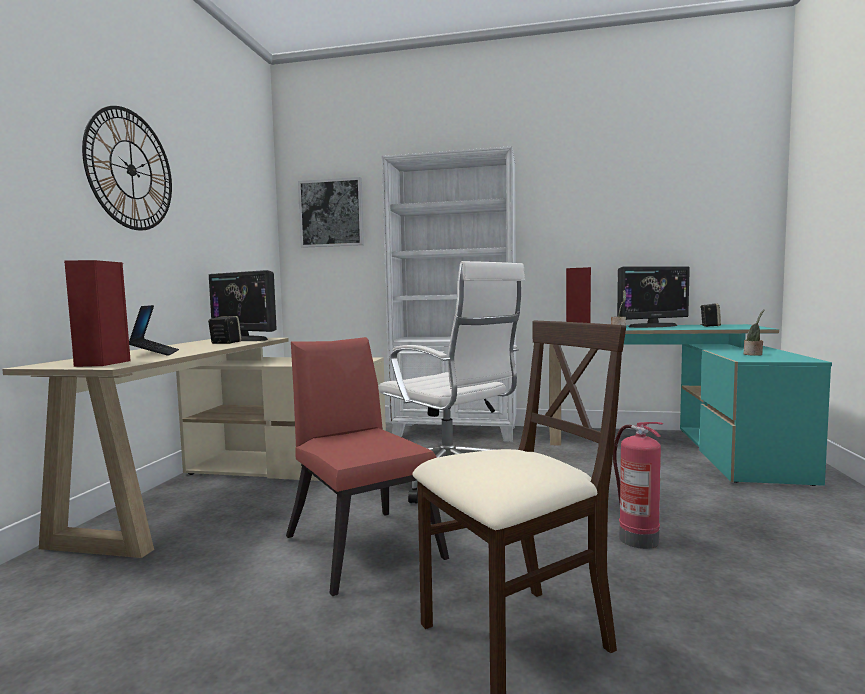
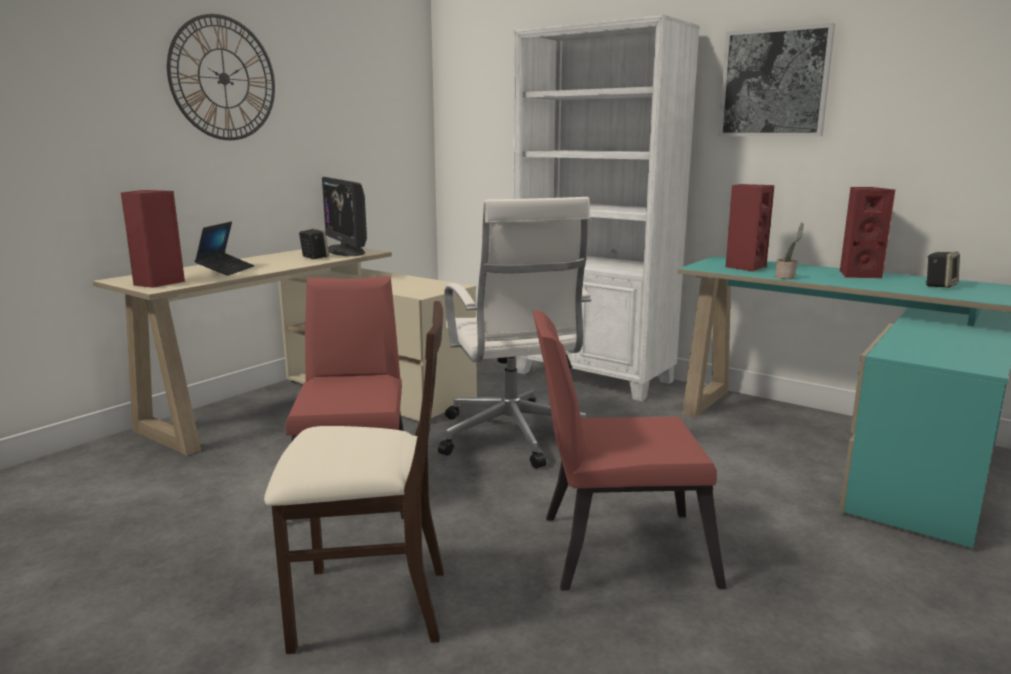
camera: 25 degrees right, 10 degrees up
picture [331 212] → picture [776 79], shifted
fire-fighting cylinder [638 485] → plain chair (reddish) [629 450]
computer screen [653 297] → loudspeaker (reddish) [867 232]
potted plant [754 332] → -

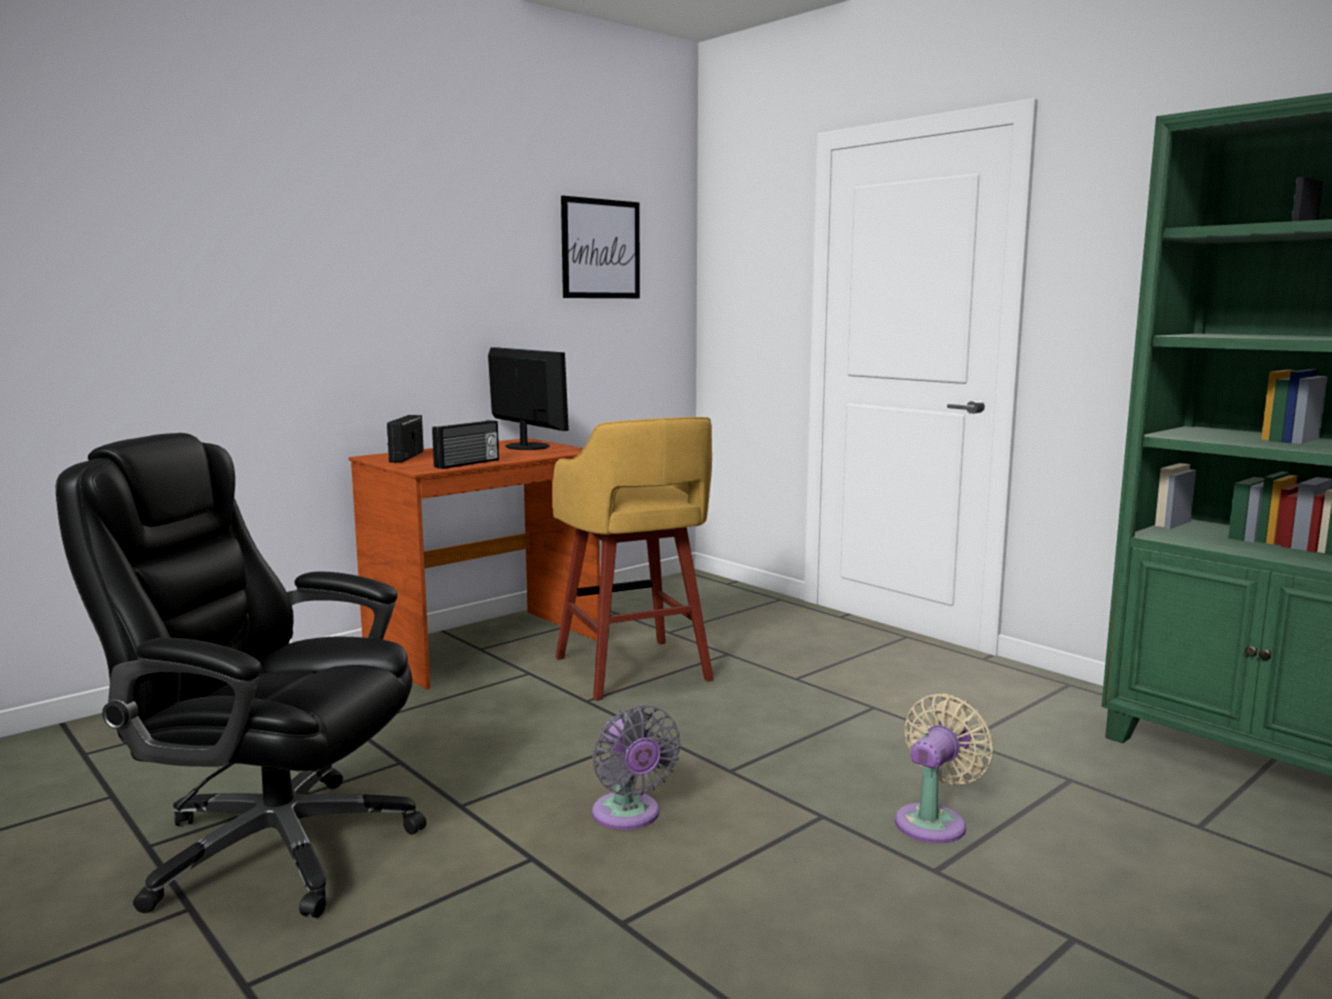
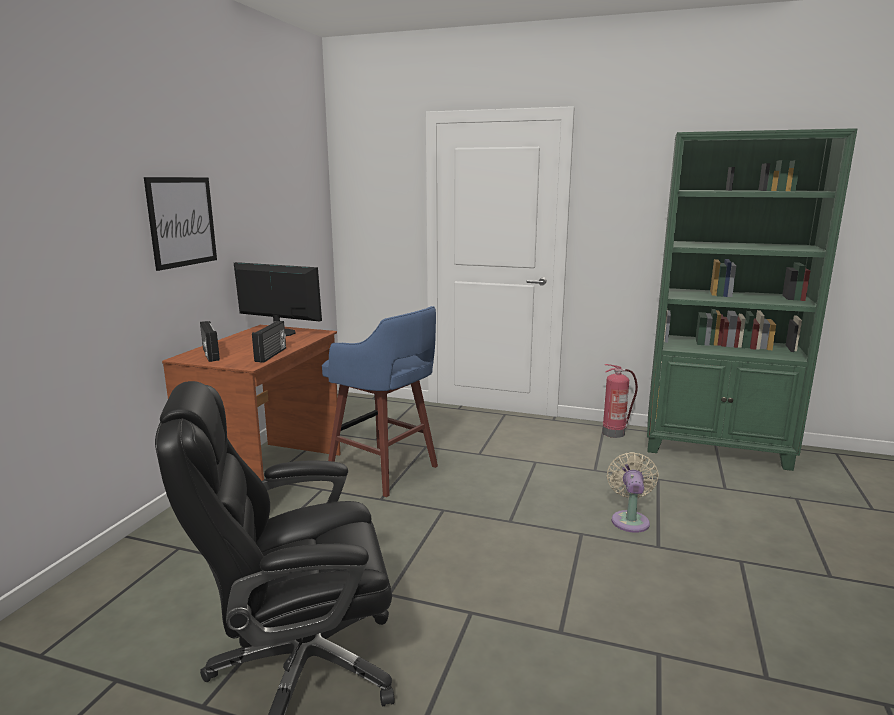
camera: 30 degrees left, 5 degrees up
sitting stool (yellow) [633 559] → sitting stool (blue) [380 401]
picture [600 247] → picture [180 224], shifted
electric fan (gray) [636 767] → -
- → fire-fighting cylinder [620 401]

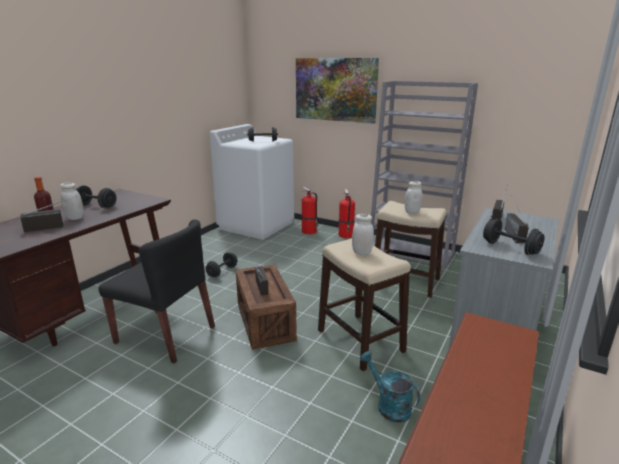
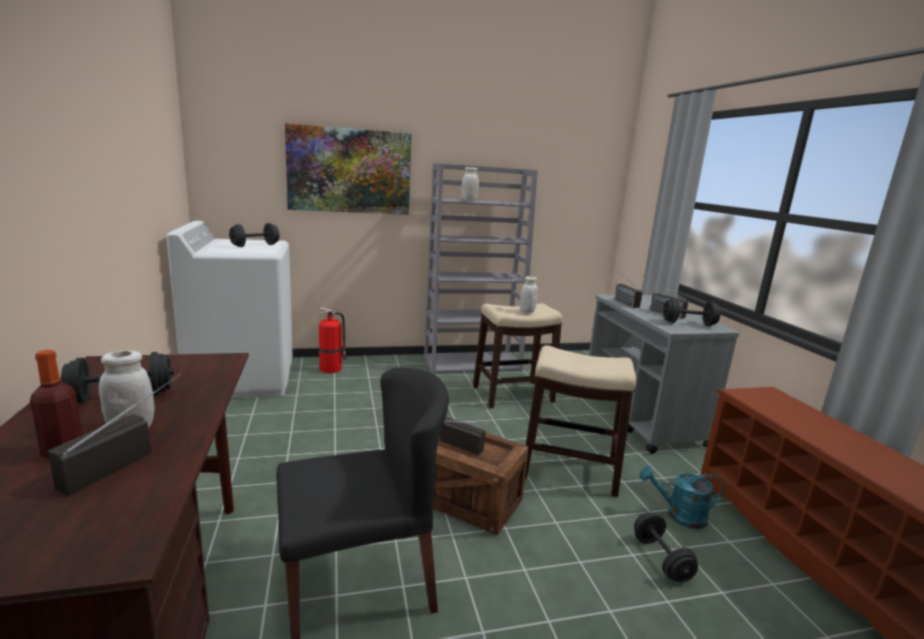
camera: 45 degrees left, 5 degrees down
dumbbell (black) [222 264] → dumbbell (black) [666 547], shifted
fire-fighting cylinder [347 213] → -
preserve jar (white) [363 234] → preserve jar (white) [470 184], shifted

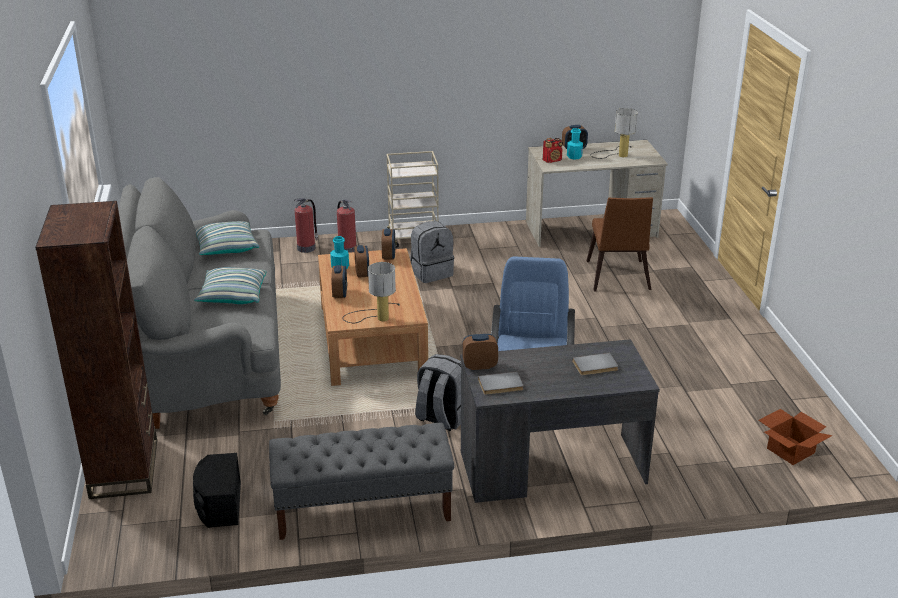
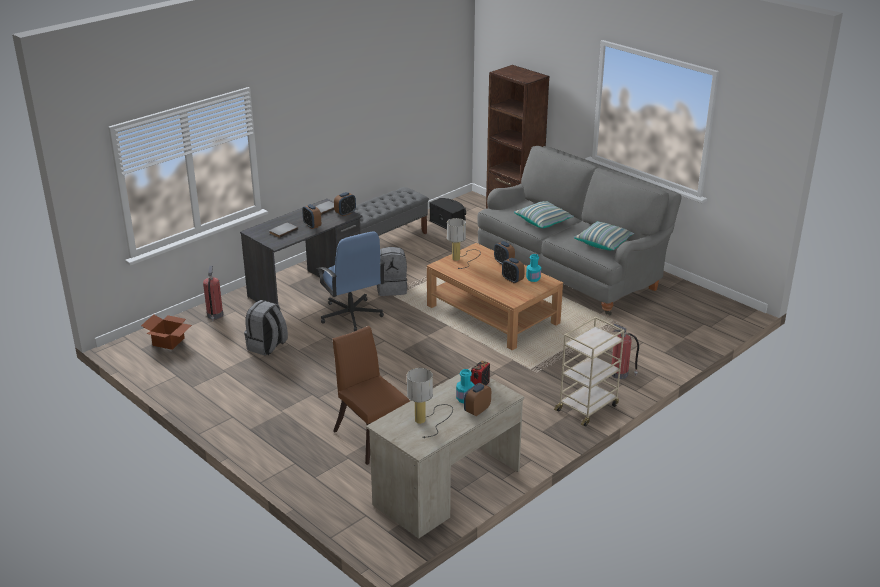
camera: 145 degrees right, 0 degrees up
fire-fighting cylinder [306 225] → fire-fighting cylinder [213 293], shifted
alarm clock [388 244] → alarm clock [311 216], shifted
knapsack (gray) [432 252] → knapsack (gray) [266 328], shifted

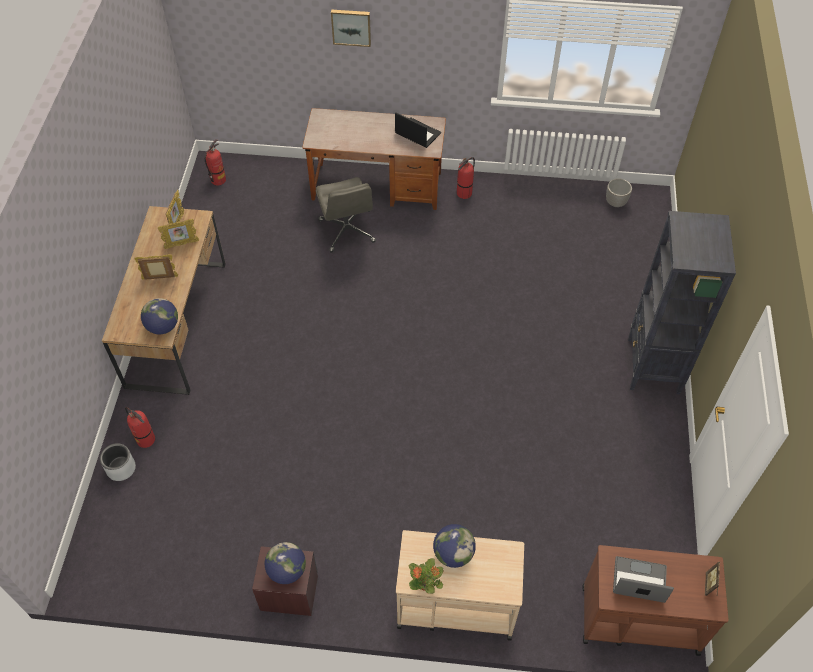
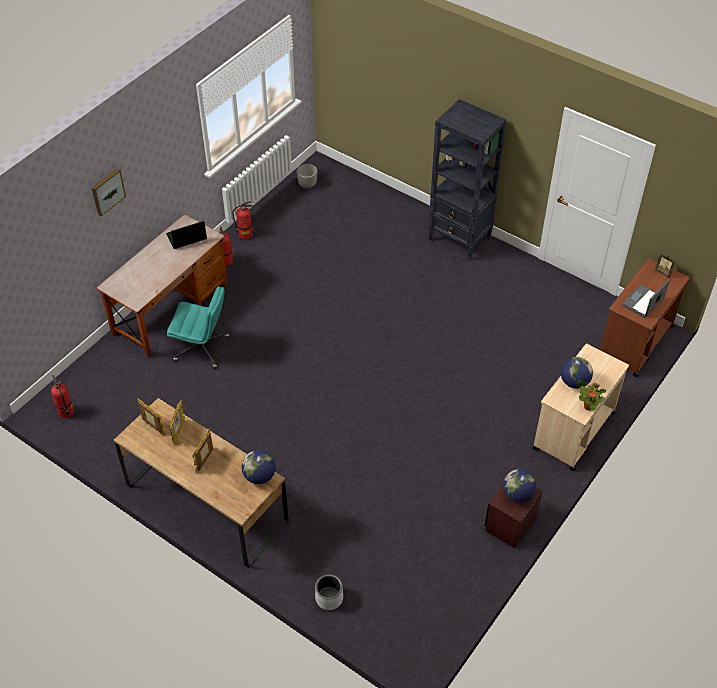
camera: 60 degrees left, 5 degrees down
fire-fighting cylinder [140 427] → fire-fighting cylinder [242 220], shifted
office chair (gray) [346 215] → office chair (blue-green) [198 327]

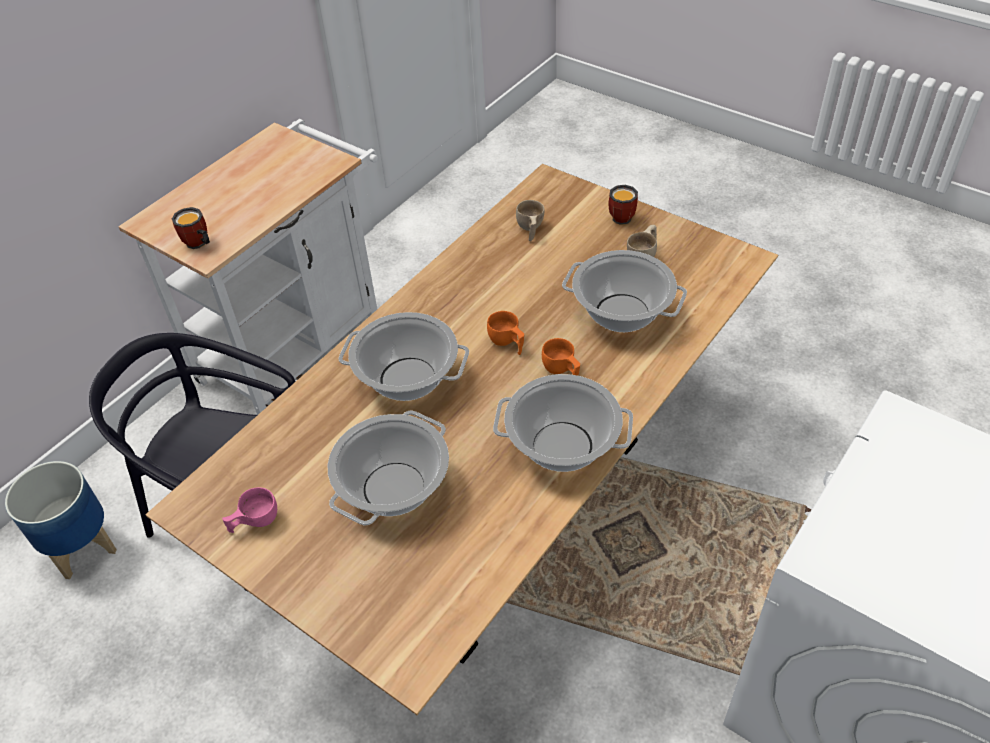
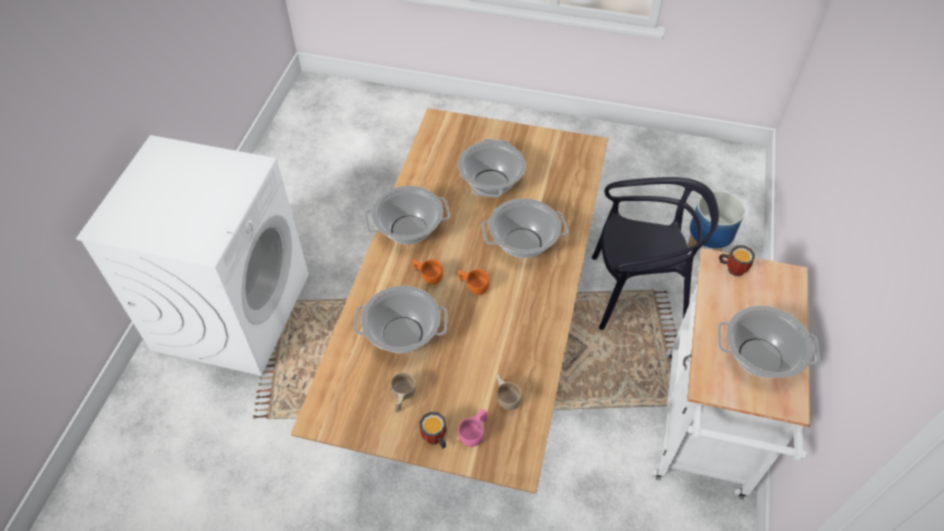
camera: 155 degrees right, 5 degrees up
small cup (pinkish) [249 510] → small cup (pinkish) [473 428], shifted
- → cooking pot [769 341]

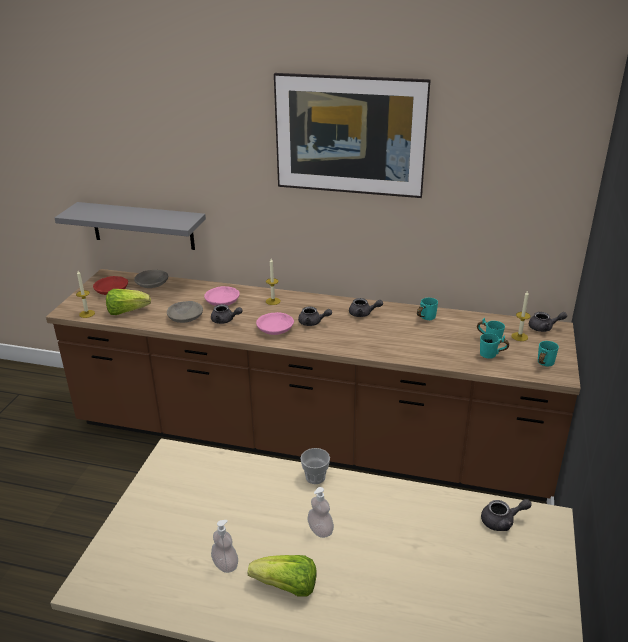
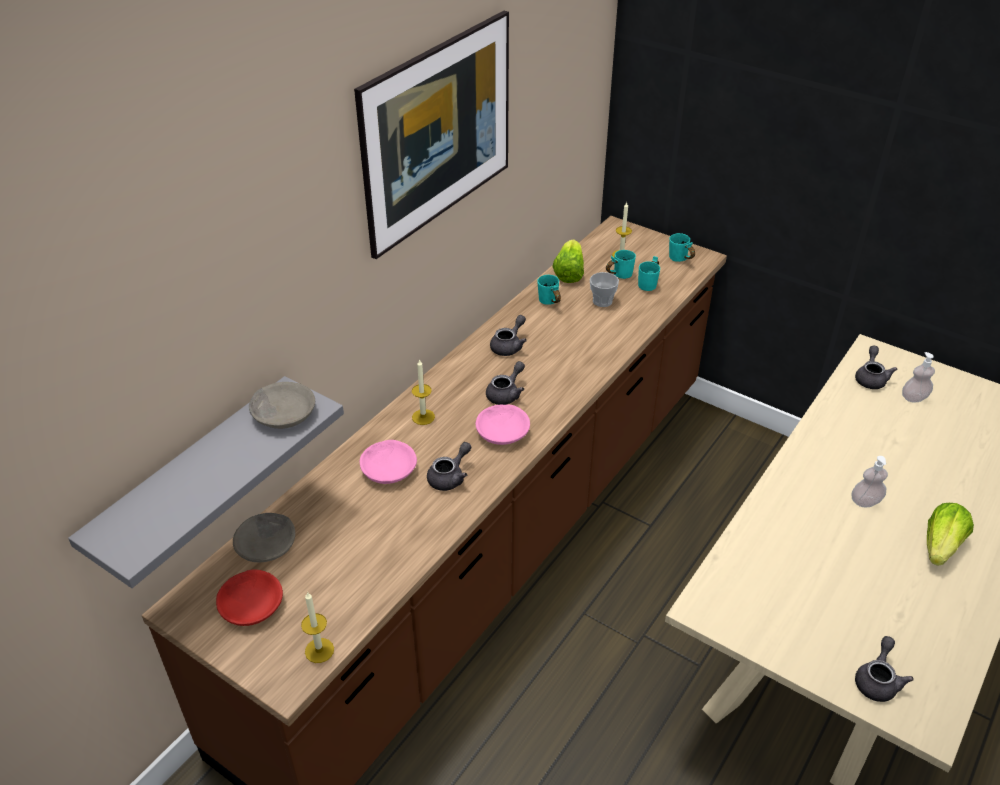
camera: 70 degrees left, 10 degrees up
lettuce [128 302] → lettuce [568 261], shifted
bowl (gray) [185 312] → bowl (gray) [282 405], shifted
soap bottle [224 546] → soap bottle [918 377], shifted
small cup [315 466] → small cup [604 289], shifted
teapot (gray) [548 322] → teapot (gray) [884 669], shifted

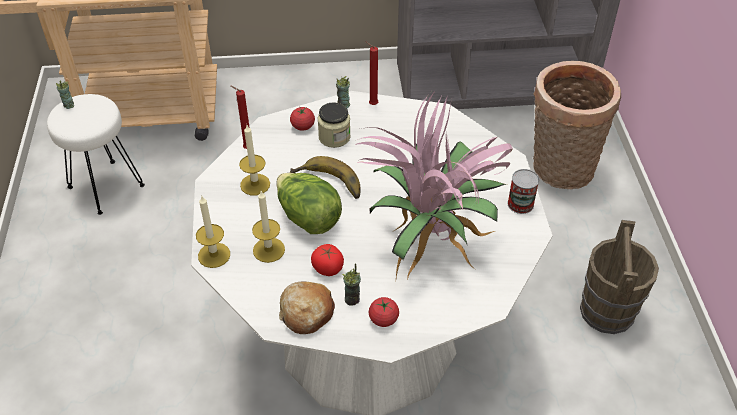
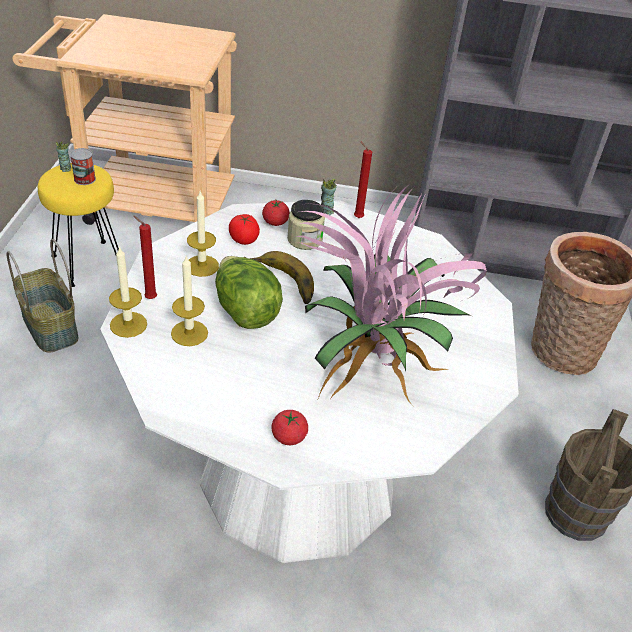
camera: 10 degrees right, 5 degrees down
sitting stool (white) [96 154] → sitting stool (yellow) [78 225]
wax light (reddish) [240 117] → wax light (reddish) [145 257], shifted
bread [307 308] → -
whole tomato [327 260] → whole tomato [244 229], shifted
small cup [351 284] → -
metal can [523 191] → metal can [83 166], shifted
- → storage basket [43 295]

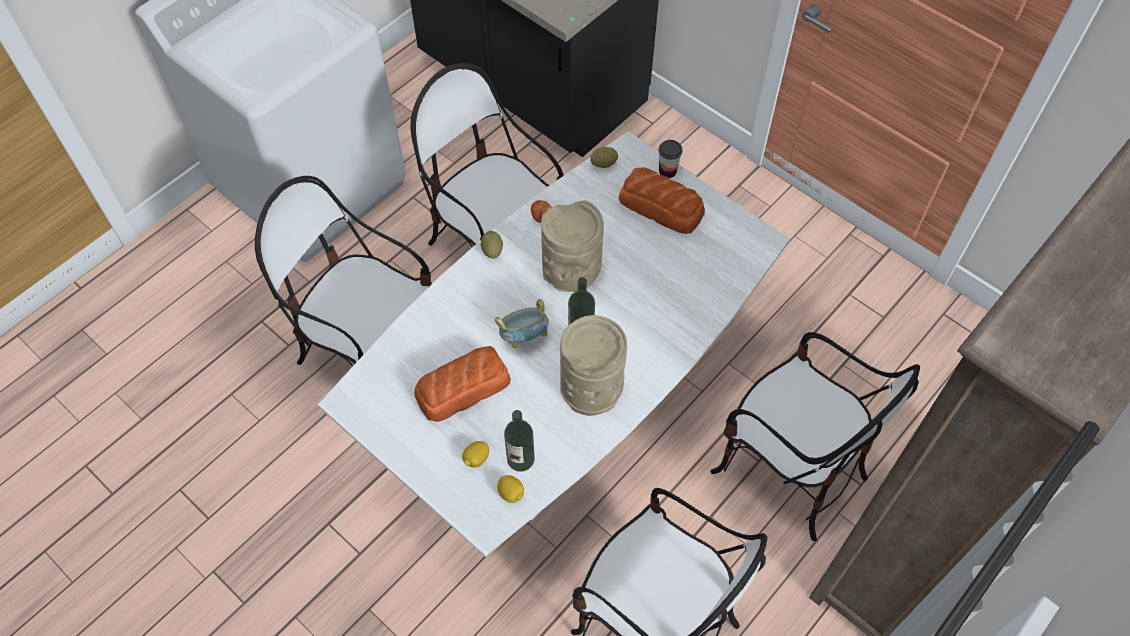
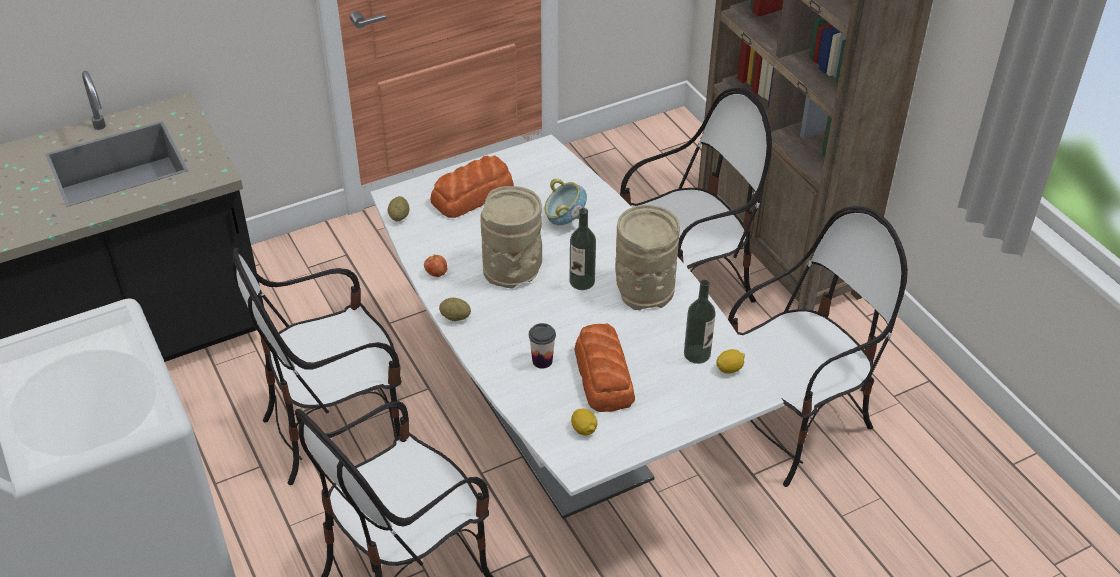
camera: 70 degrees left, 15 degrees down
citrus fruit [475 454] → citrus fruit [584 422], shifted
bowl [522 323] → bowl [565 201], shifted
small cup [670 159] → small cup [542 346], shifted

